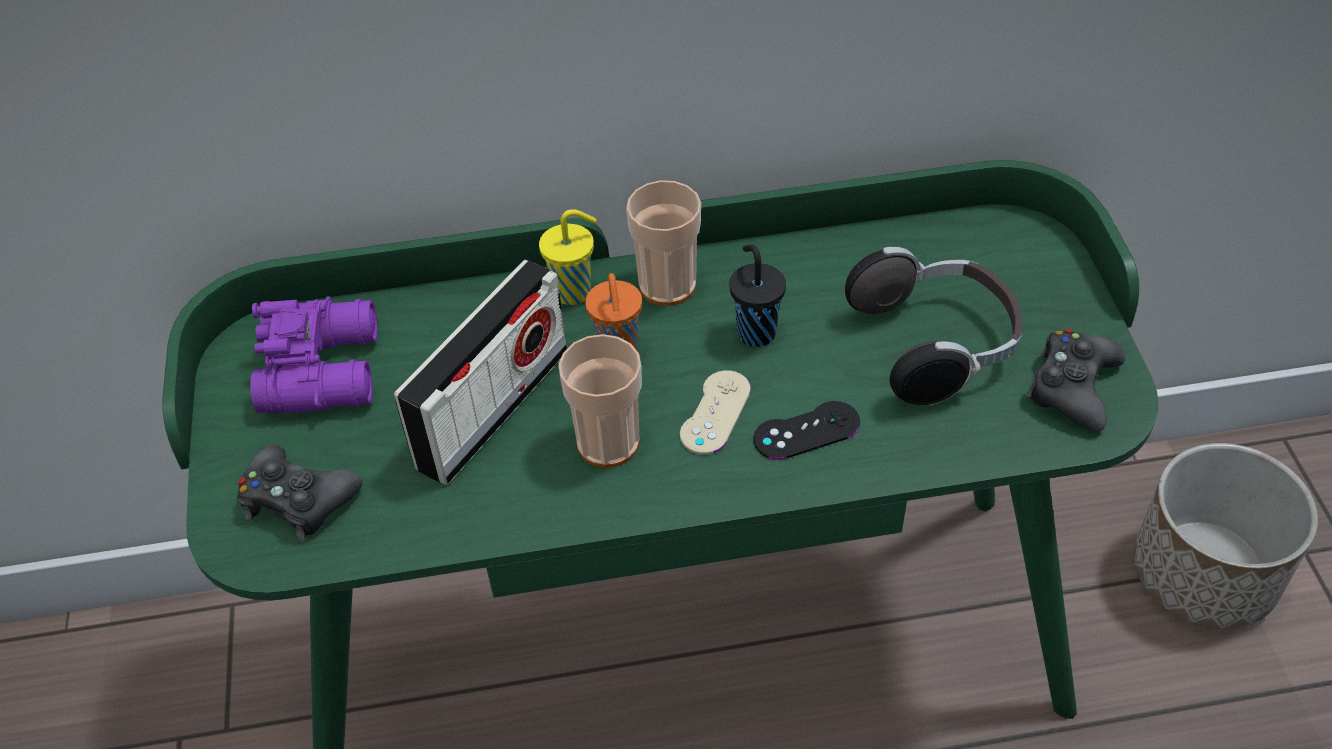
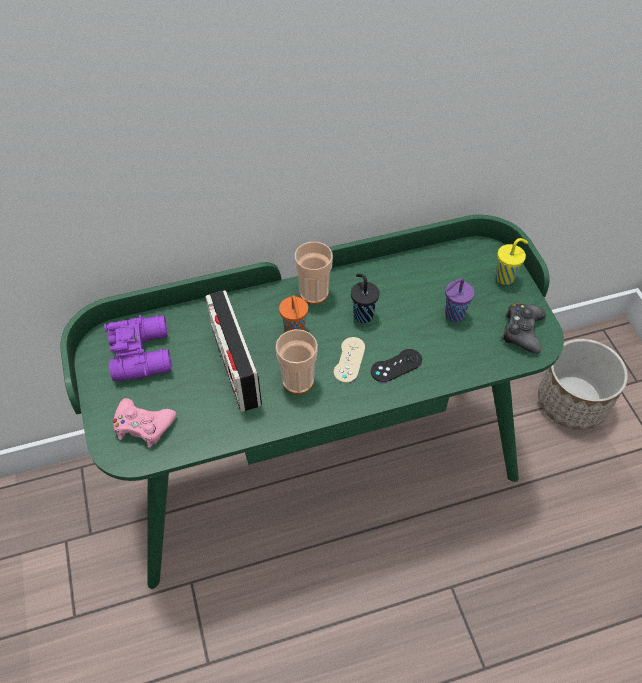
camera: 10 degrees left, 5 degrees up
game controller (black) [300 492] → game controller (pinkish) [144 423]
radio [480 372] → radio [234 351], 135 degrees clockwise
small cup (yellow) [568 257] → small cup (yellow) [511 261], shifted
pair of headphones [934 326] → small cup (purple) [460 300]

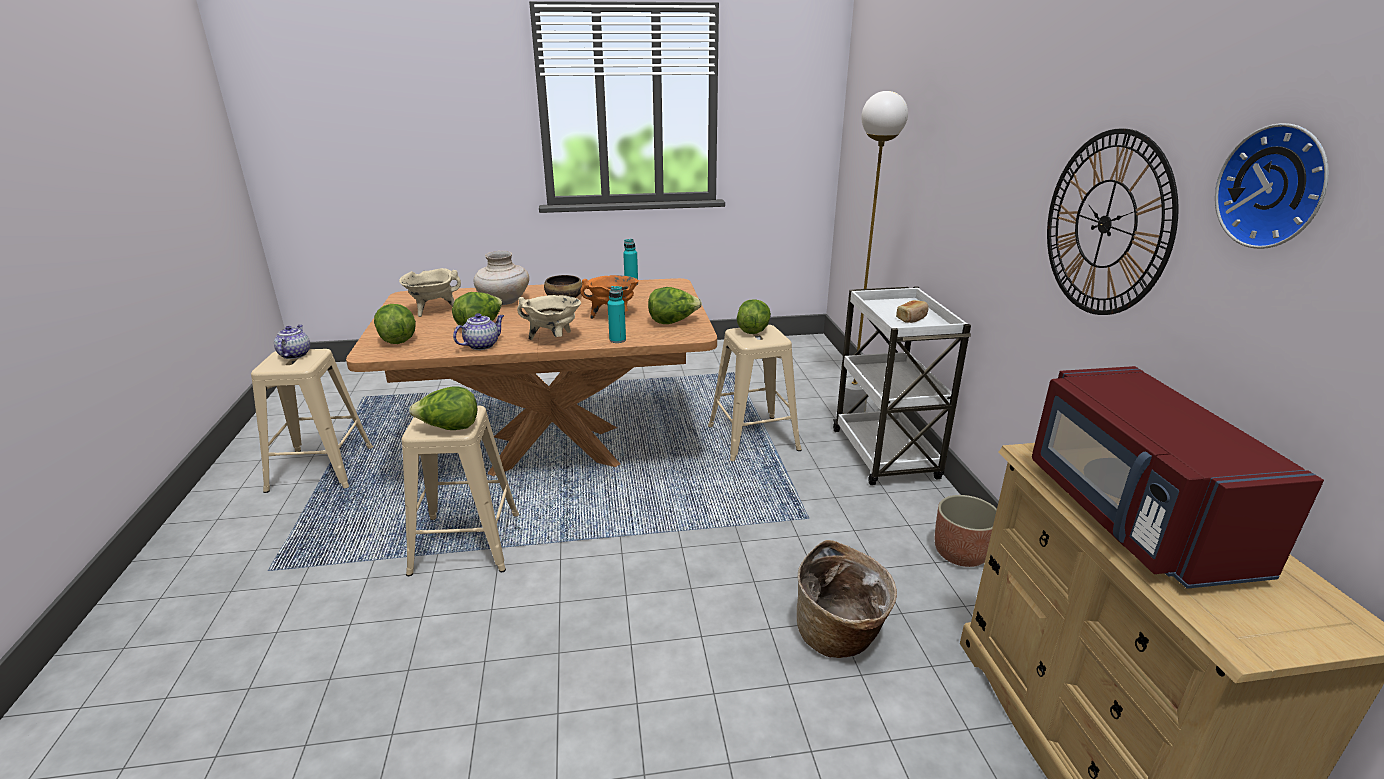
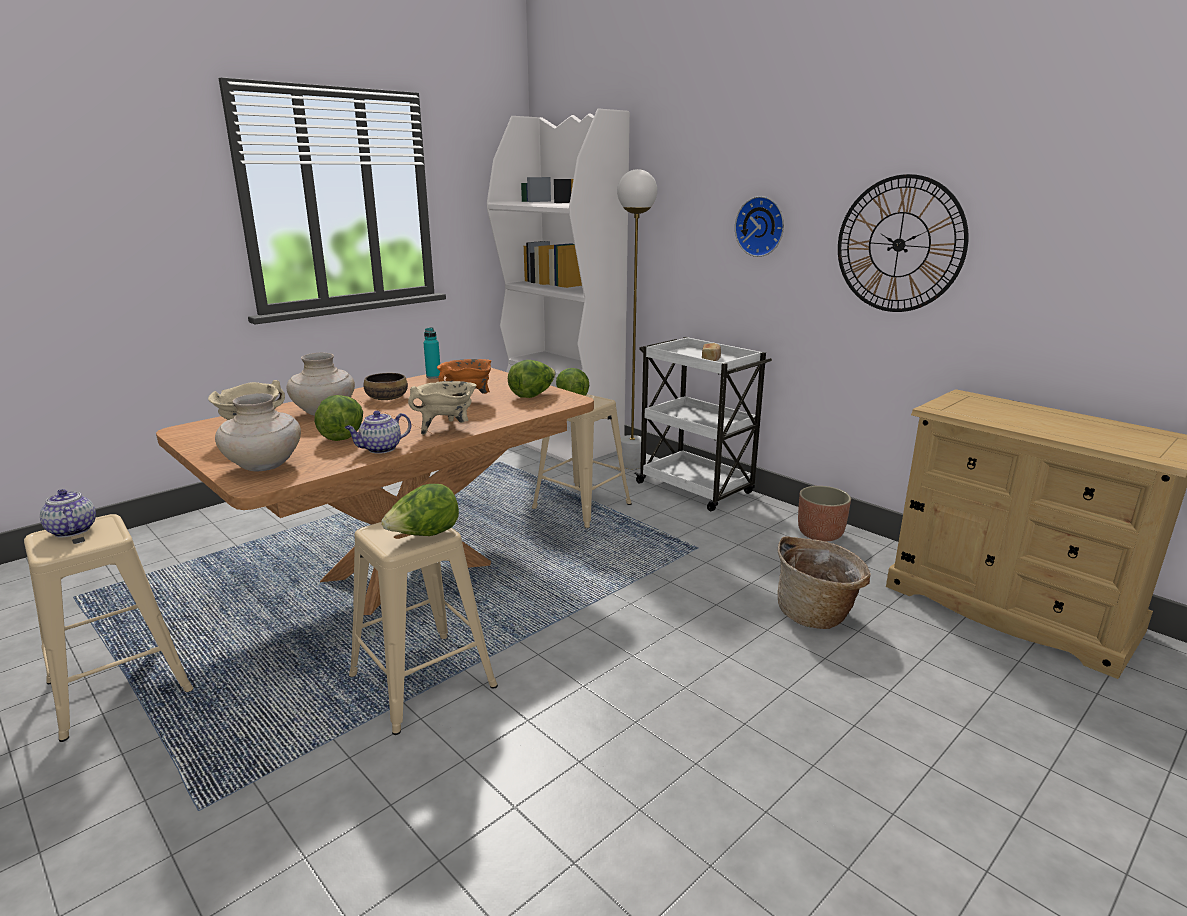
camera: 35 degrees left, 5 degrees down
lettuce [395 324] → flower vase (sand-coloured) [258 432]
teapot [478 331] → teapot [378 432], 135 degrees counterclockwise
bottle (blue-green) [616 314] → -
microwave (reddish) [1178 477] → -
clock on the wall [1272 186] → clock on the wall [759 226], shifted
- → shelving unit (white) [558 287]

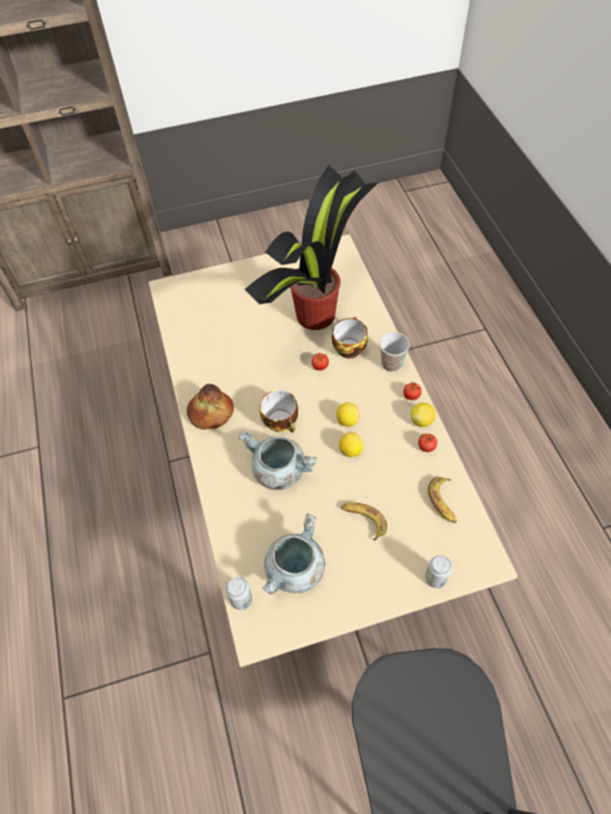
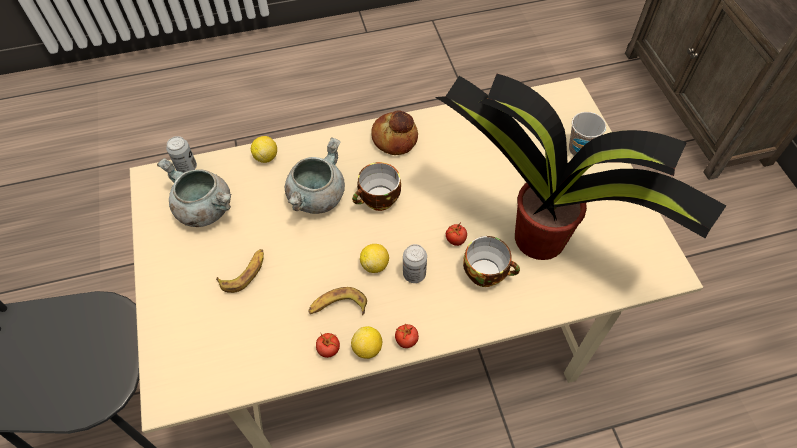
camera: 90 degrees right, 0 degrees up
citrus fruit [351 444] → citrus fruit [264 149], shifted
small cup [395 352] → small cup [587 134], shifted
metal can [438 571] → metal can [415 263], shifted
banana [442 500] → banana [337 301], shifted

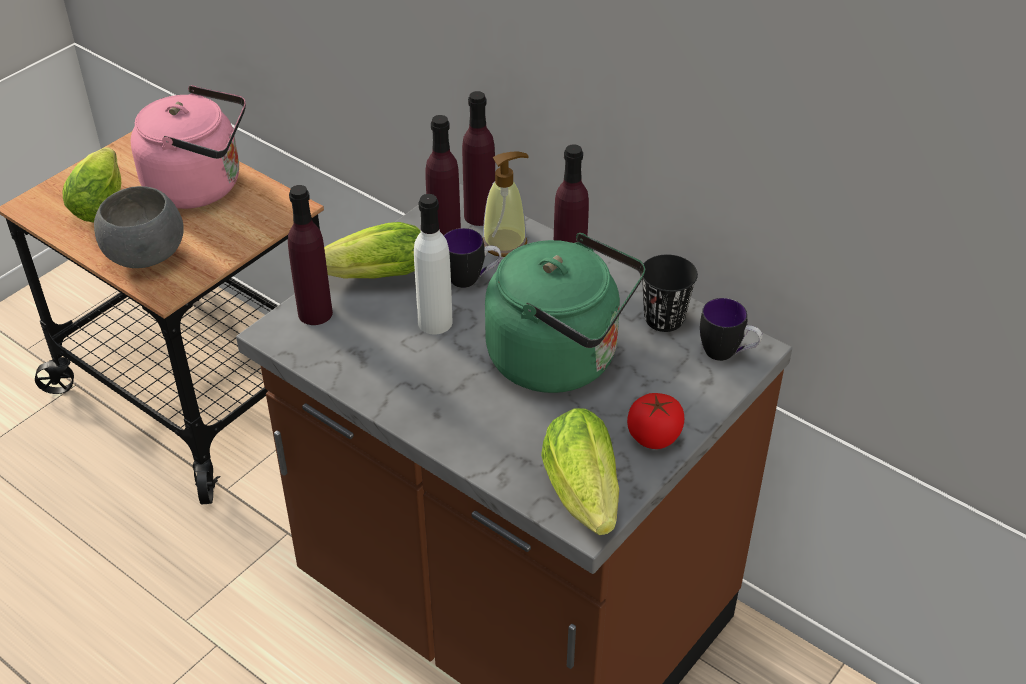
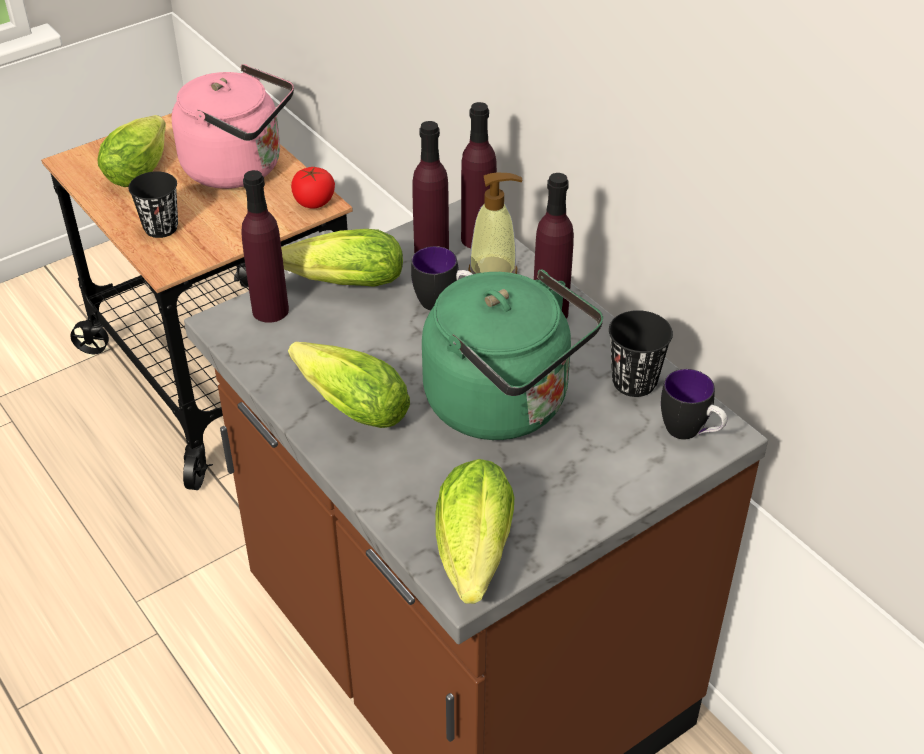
camera: 15 degrees right, 0 degrees up
bowl (gray) [138 227] → small cup (black) [153 204]
bottle (white) [433 264] → -
whole tomato [655 421] → whole tomato [313 188], shifted
- → lettuce [349 385]

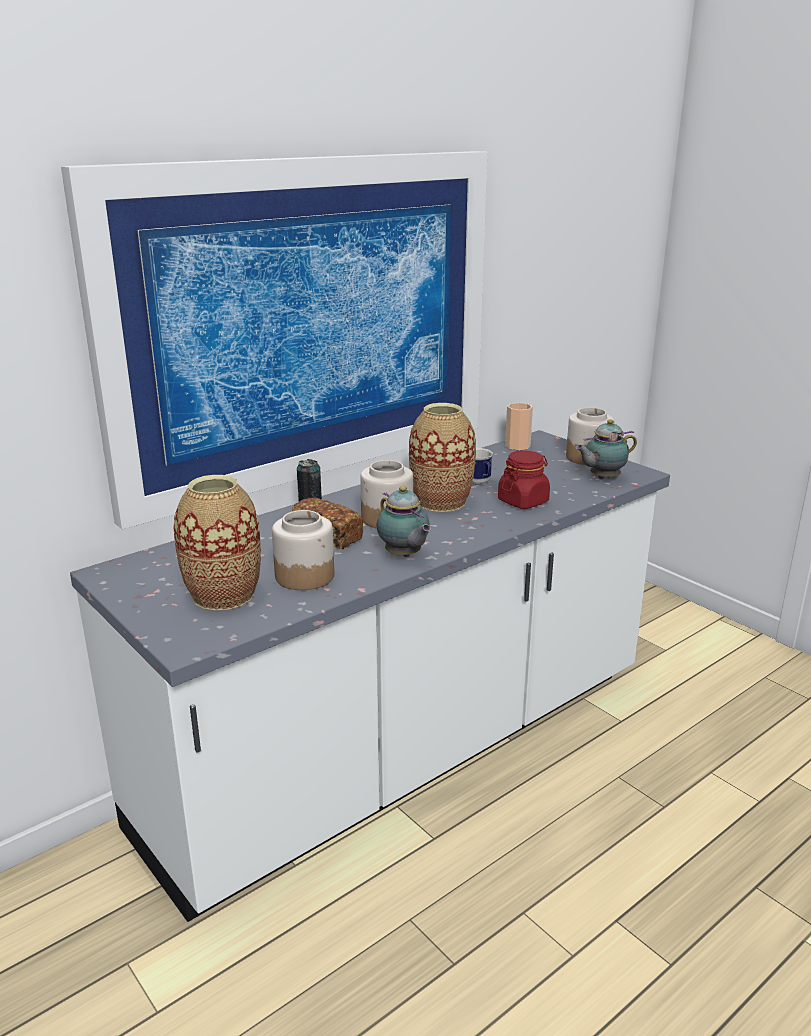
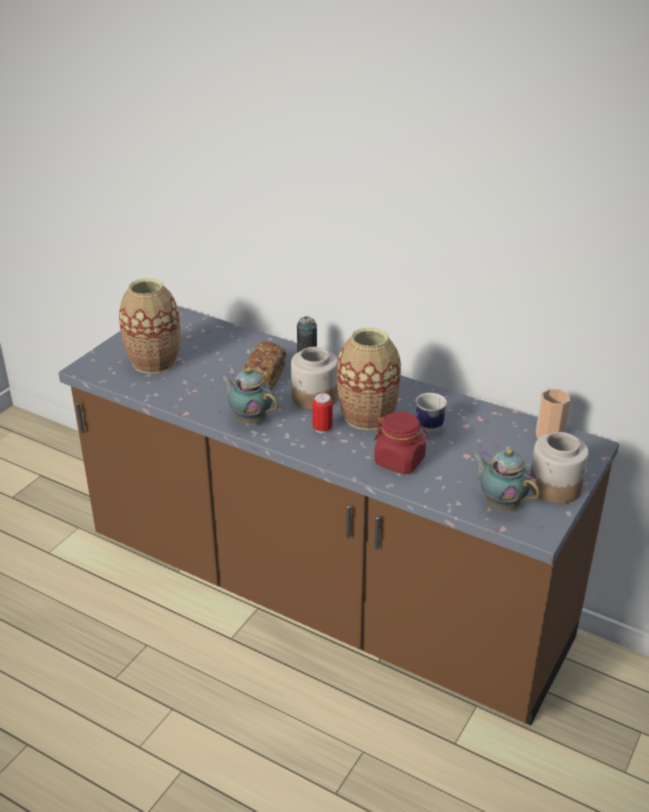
camera: 70 degrees right, 10 degrees up
picture [274 340] → -
counter (white) [370 676] → counter (brown) [338 515]
preserve jar [303 550] → -
teapot [404 521] → teapot [249 395], 90 degrees clockwise
- → metal can [322 413]

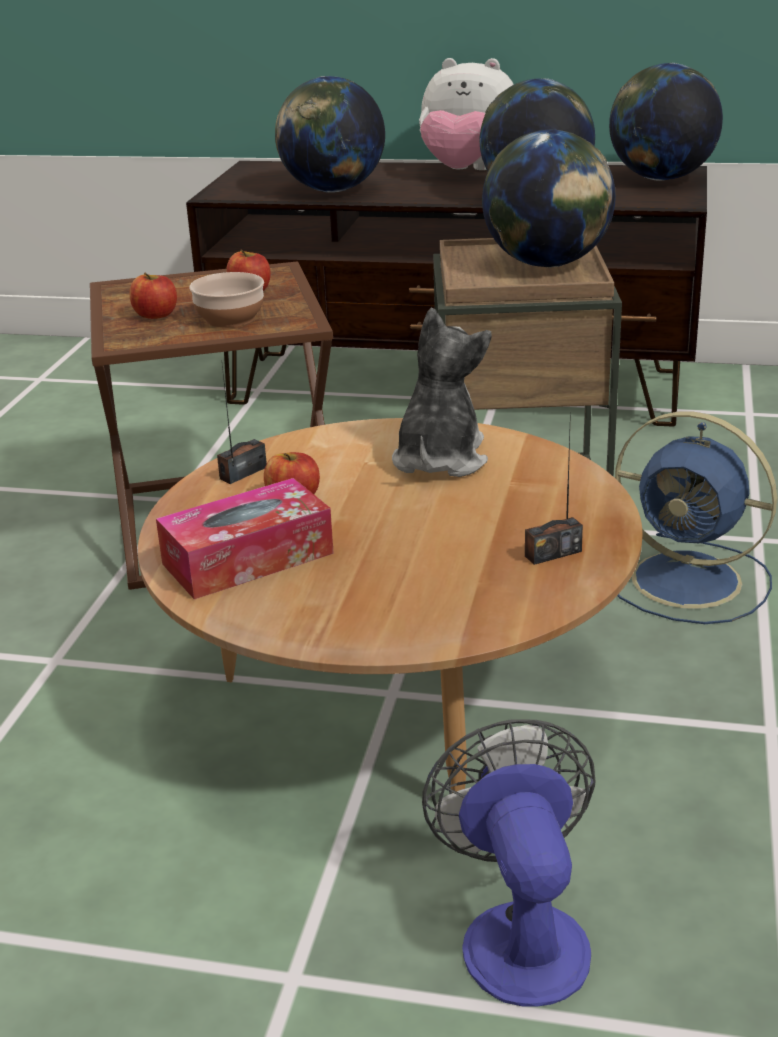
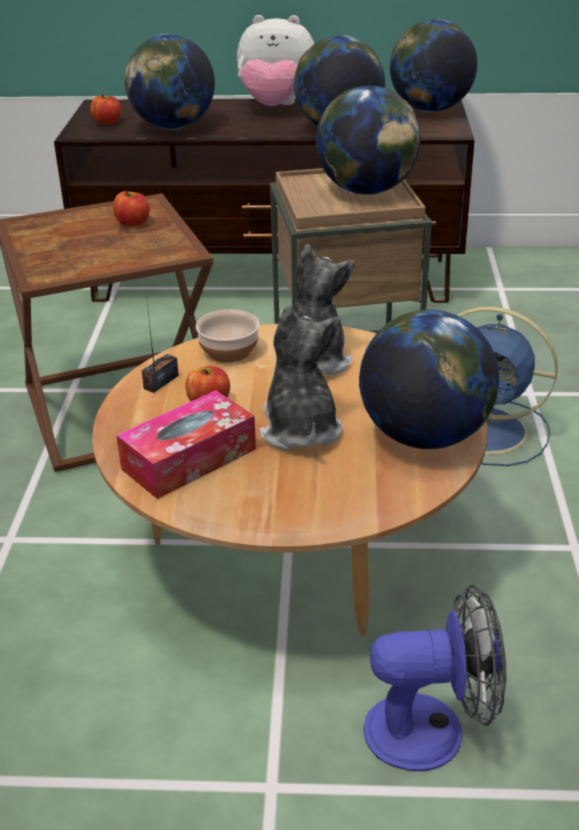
camera: 10 degrees left, 5 degrees up
apple [153 296] → apple [106 109], shifted
bowl [226 299] → bowl [228 336], shifted
electric fan [508 863] → electric fan [434 677], 105 degrees clockwise
radio [554 488] → desk globe [429 379]
- → soft toy [301 377]

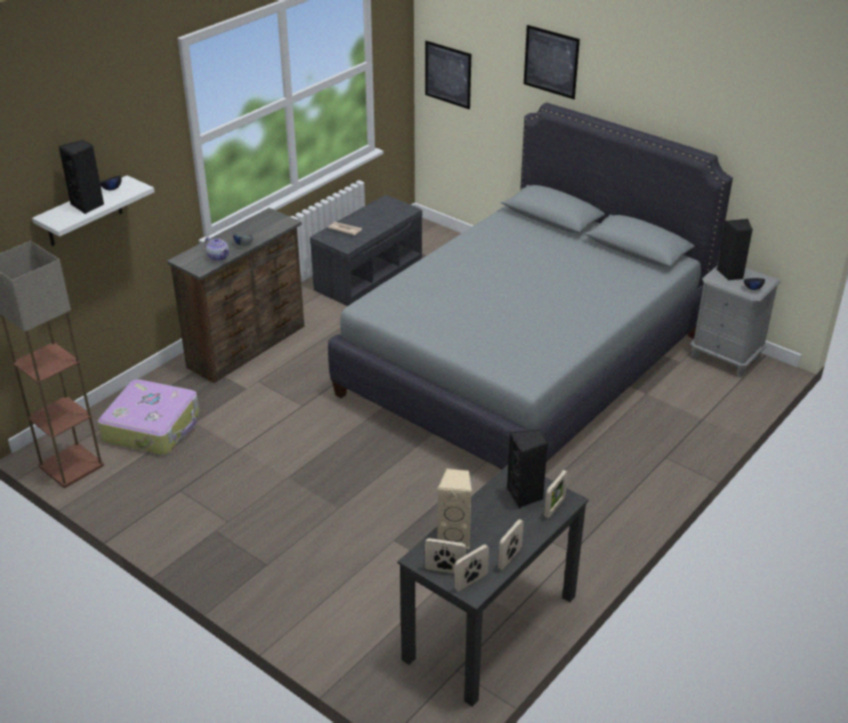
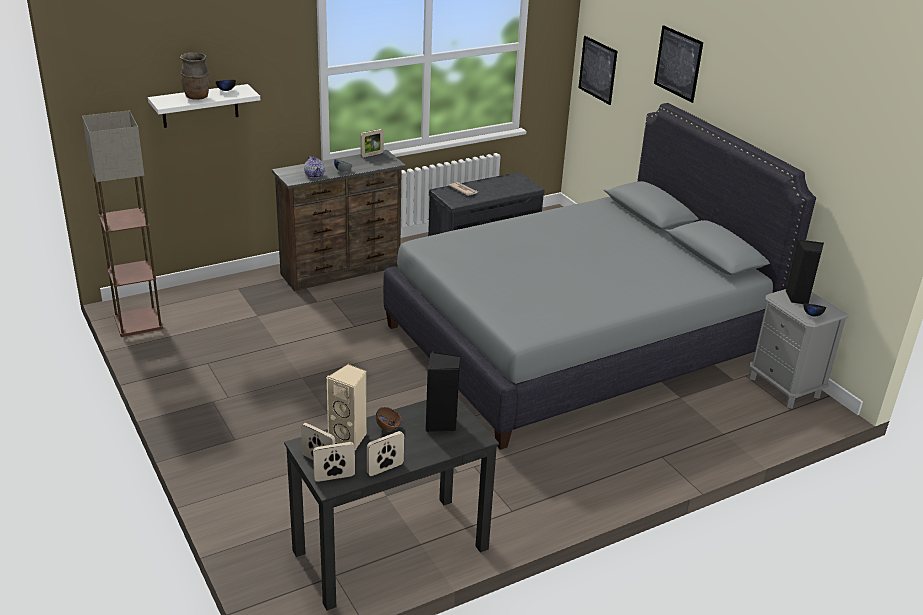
camera: 20 degrees right, 5 degrees down
loudspeaker (black) [81 177] → flower vase (brown) [195 76]
suitcase [148 417] → -
picture frame [556 494] → picture frame [372 143], shifted
- → bowl (brown) [389 419]

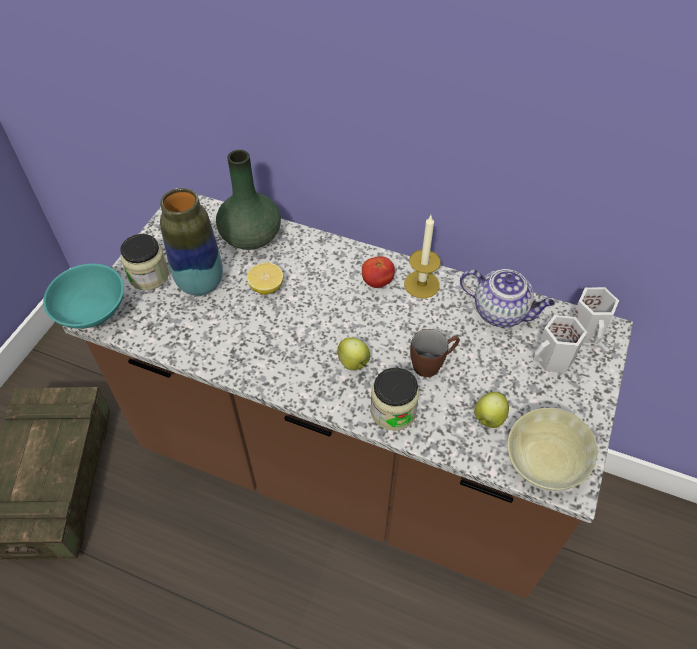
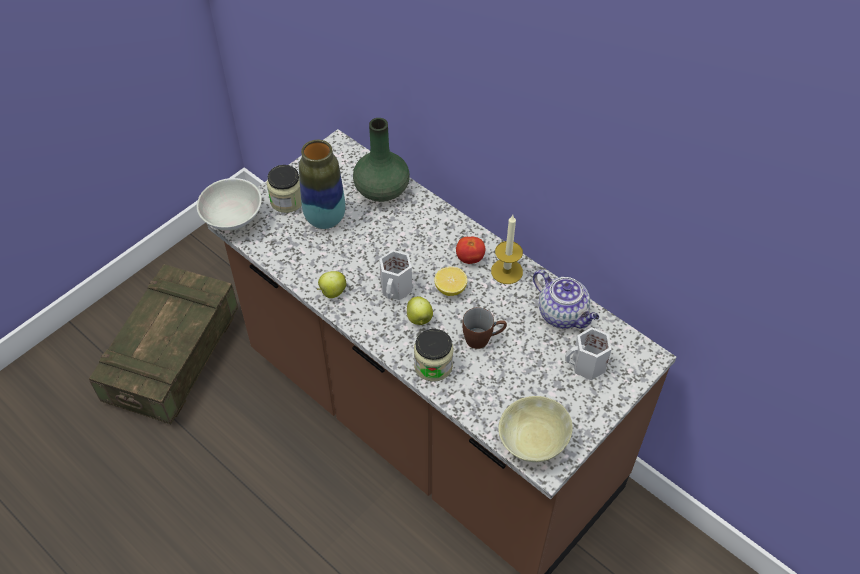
camera: 20 degrees right, 0 degrees up
bowl (blue-green) [83 296] → bowl (white) [229 204]
citrus fruit [265 278] → citrus fruit [450 281], shifted
apple [491 410] → apple [332 284], shifted
mug (white) [595 315] → mug (white) [395 275], shifted

